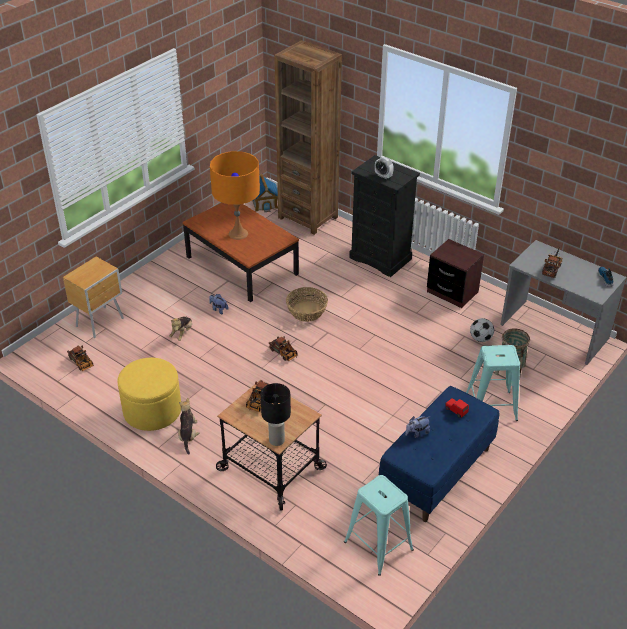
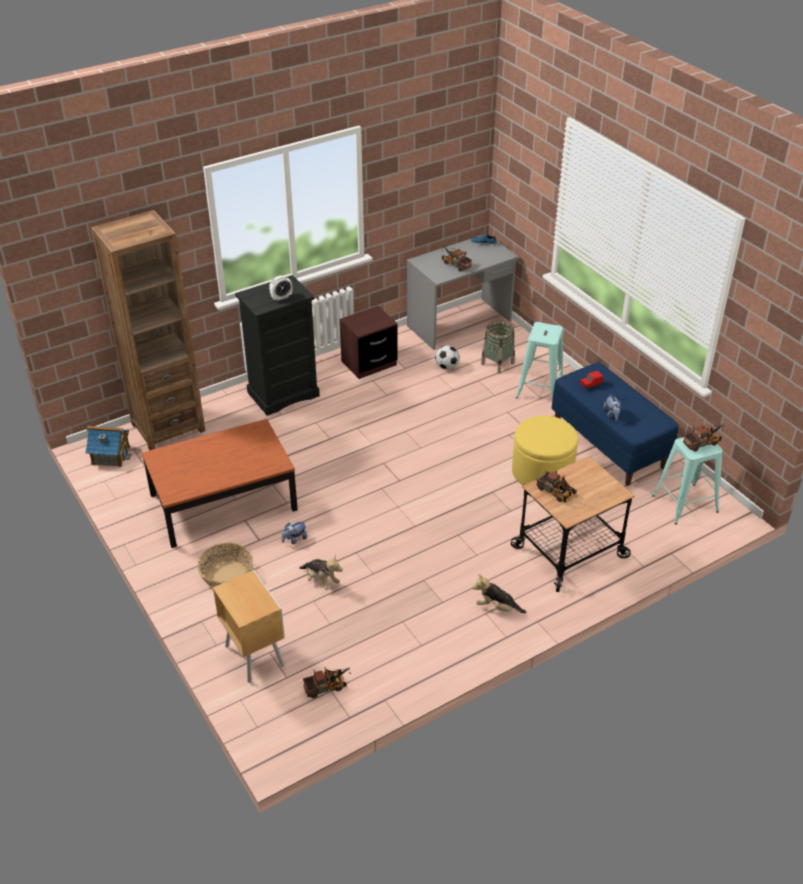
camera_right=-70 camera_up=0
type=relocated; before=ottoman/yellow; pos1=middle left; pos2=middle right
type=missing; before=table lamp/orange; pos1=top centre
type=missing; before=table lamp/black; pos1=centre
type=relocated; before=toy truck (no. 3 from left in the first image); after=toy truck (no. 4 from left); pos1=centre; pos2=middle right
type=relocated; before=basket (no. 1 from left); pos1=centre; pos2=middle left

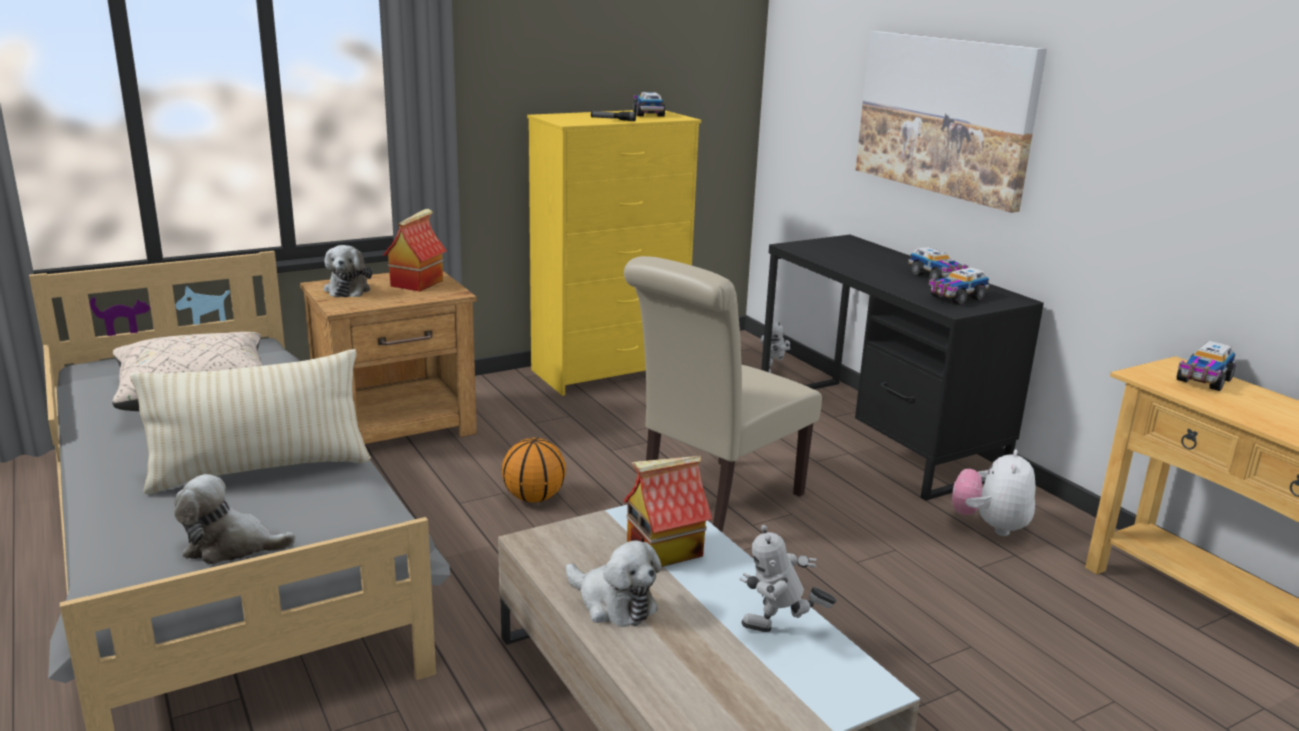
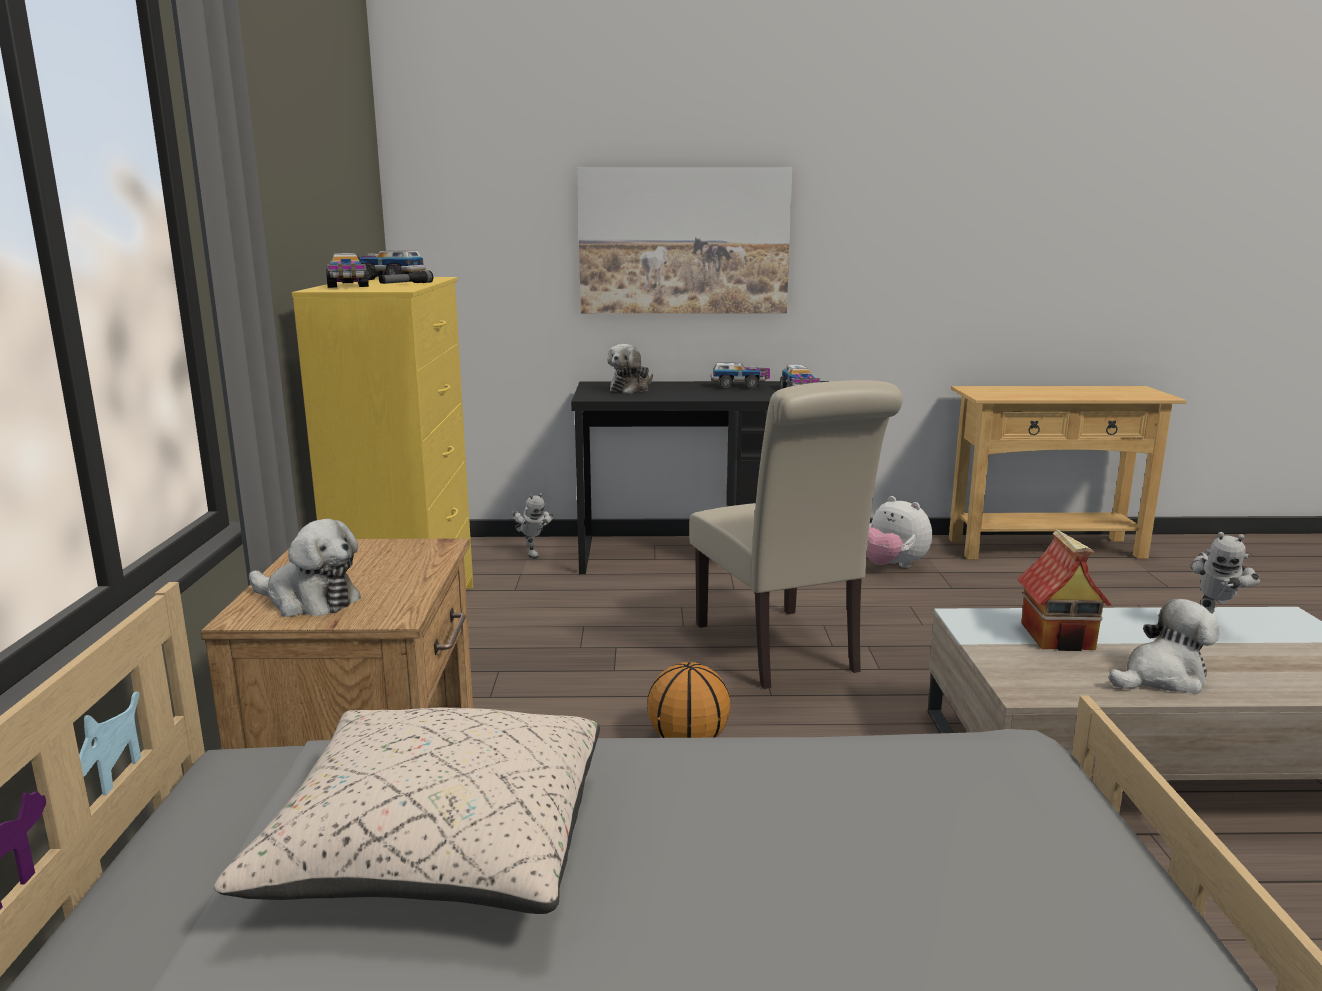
camera_right=-60 camera_up=-5
type=missing; before=pillow/beige (no. 2 from left); pos1=middle left
type=relocated; before=plush toy (no. 1 from left in the first image); after=plush toy (no. 2 from left); pos1=bottom left; pos2=centre
type=missing; before=toy house (no. 1 from left); pos1=middle left
type=relocated; before=toy truck (no. 4 from left in the first image); after=toy truck (no. 1 from left); pos1=middle right; pos2=top left

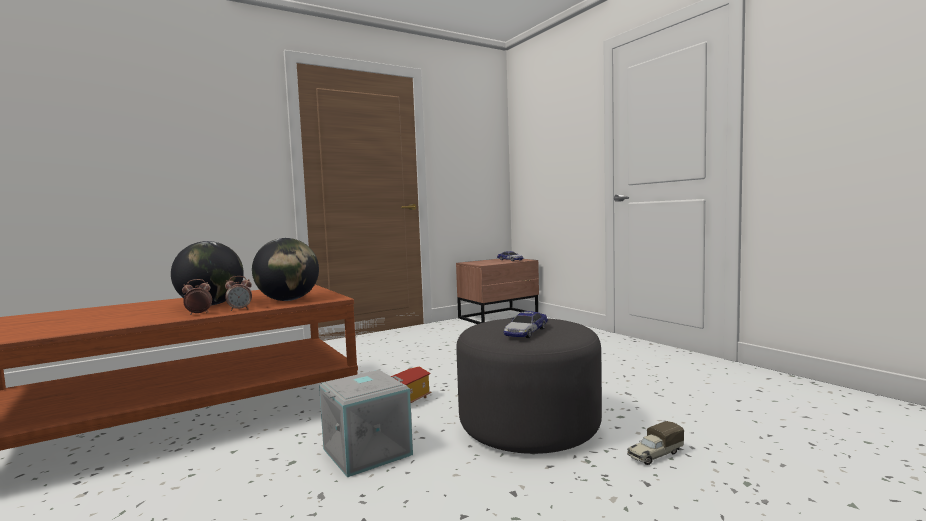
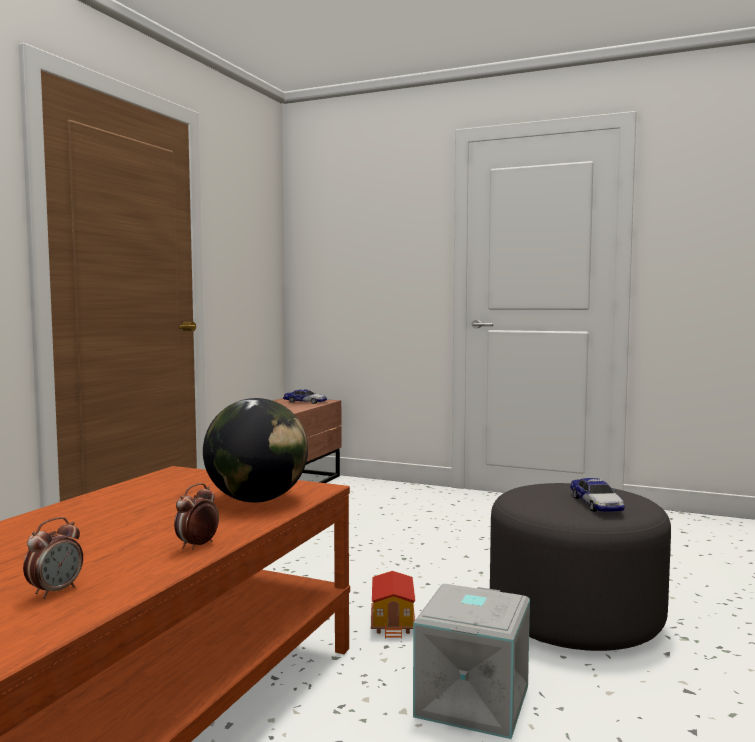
camera_right=-35 camera_up=0
type=missing; before=globe (no. 1 from left); pos1=middle left
type=relocated; before=alarm clock (no. 2 from left in the first image); after=alarm clock (no. 1 from left); pos1=middle left; pos2=bottom left
type=missing; before=toy truck; pos1=bottom right

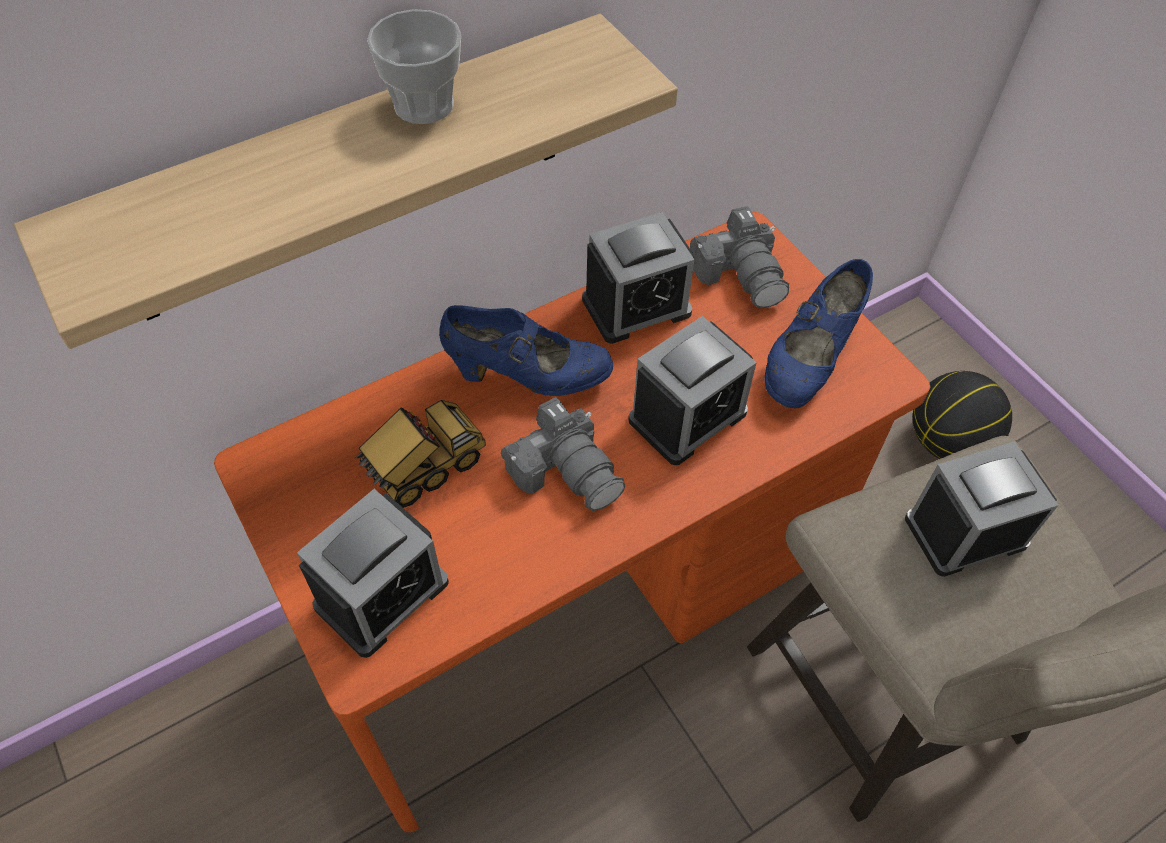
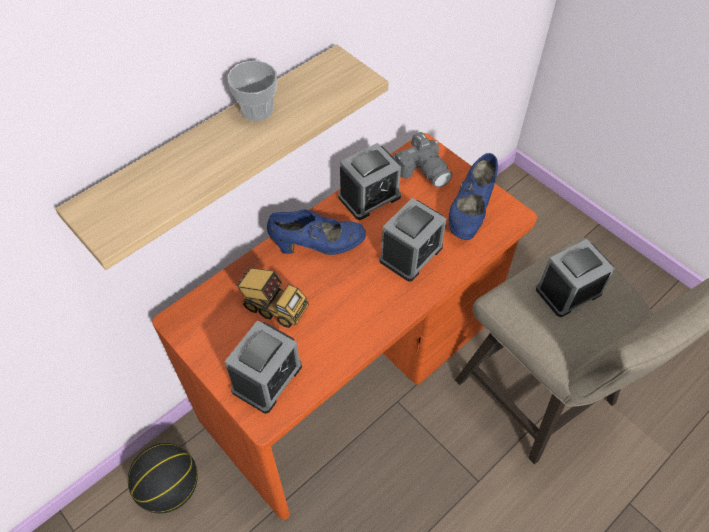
camera_right=-10 camera_up=0
type=spun; before=toy truck; pos1=centre; pos2=centre; turn=75
type=missing; before=photo camera (no. 1 from left); pos1=centre
type=relocated; before=basketball; pos1=middle right; pos2=bottom left

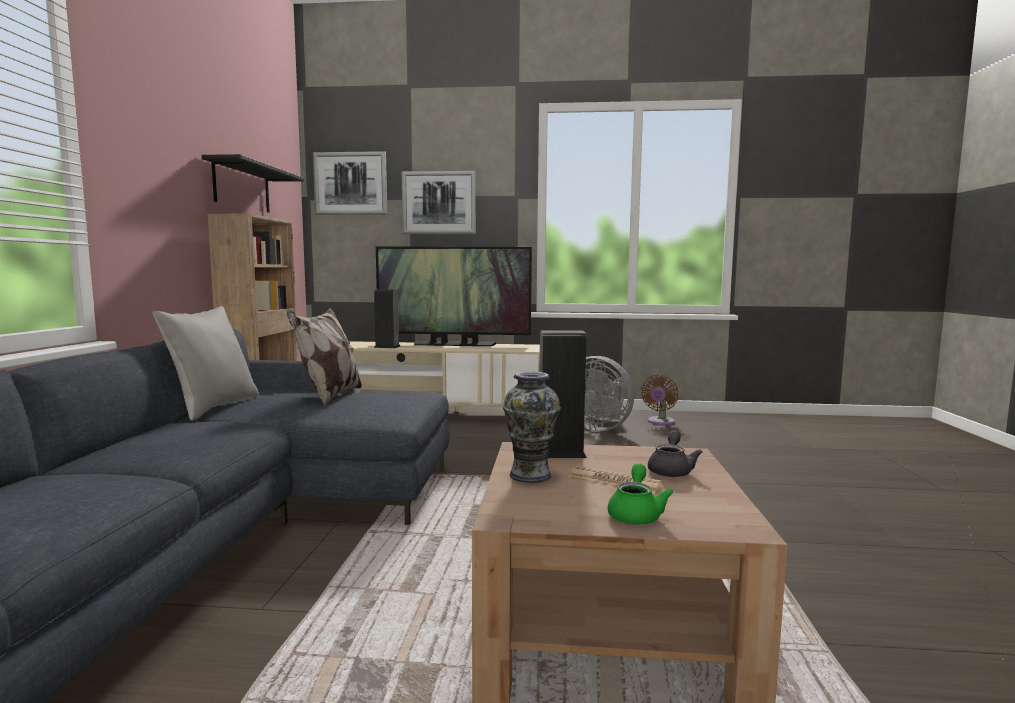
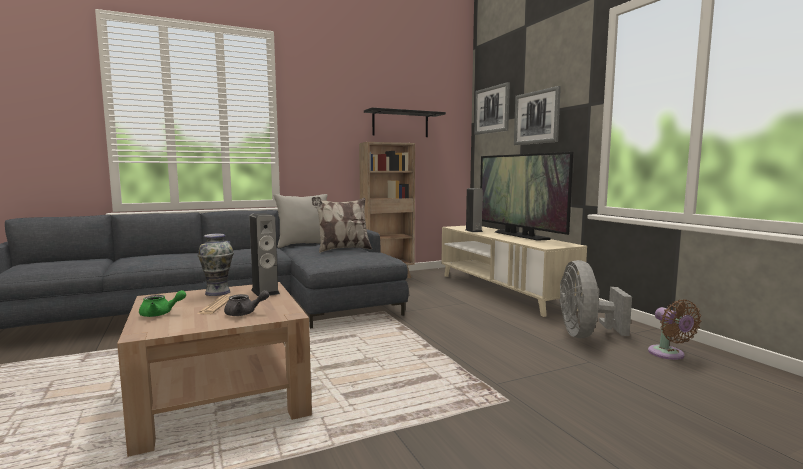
camera_right=60 camera_up=0
type=spun; before=fan/brown; pos1=centre; pos2=bottom right; turn=-105

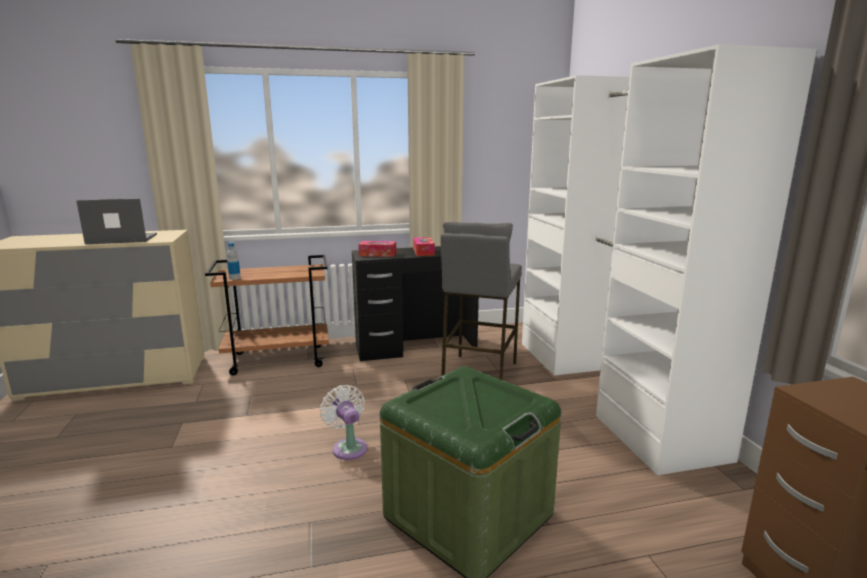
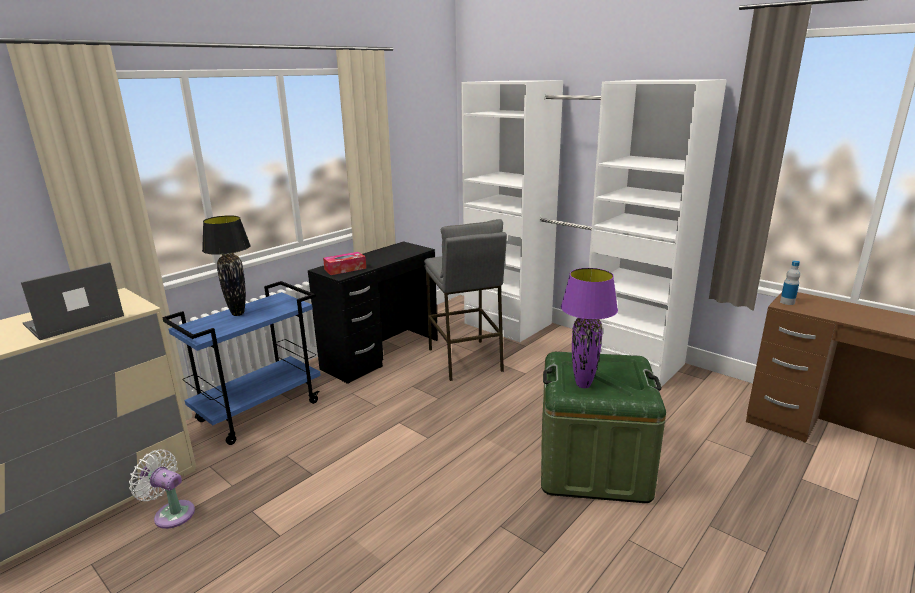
camera_right=-35 camera_up=5
type=colour; before=cart/brown; after=cart/blue; pos1=middle left; pos2=middle left
type=relocated; before=bottle; pos1=middle left; pos2=middle right
type=relocated; before=fan/white; pos1=bottom centre; pos2=bottom left
type=missing; before=tissue box (no. 2 from left); pos1=centre
type=appeared; after=table lamp/black; pos2=middle left
type=appeared; after=table lamp/purple; pos2=centre

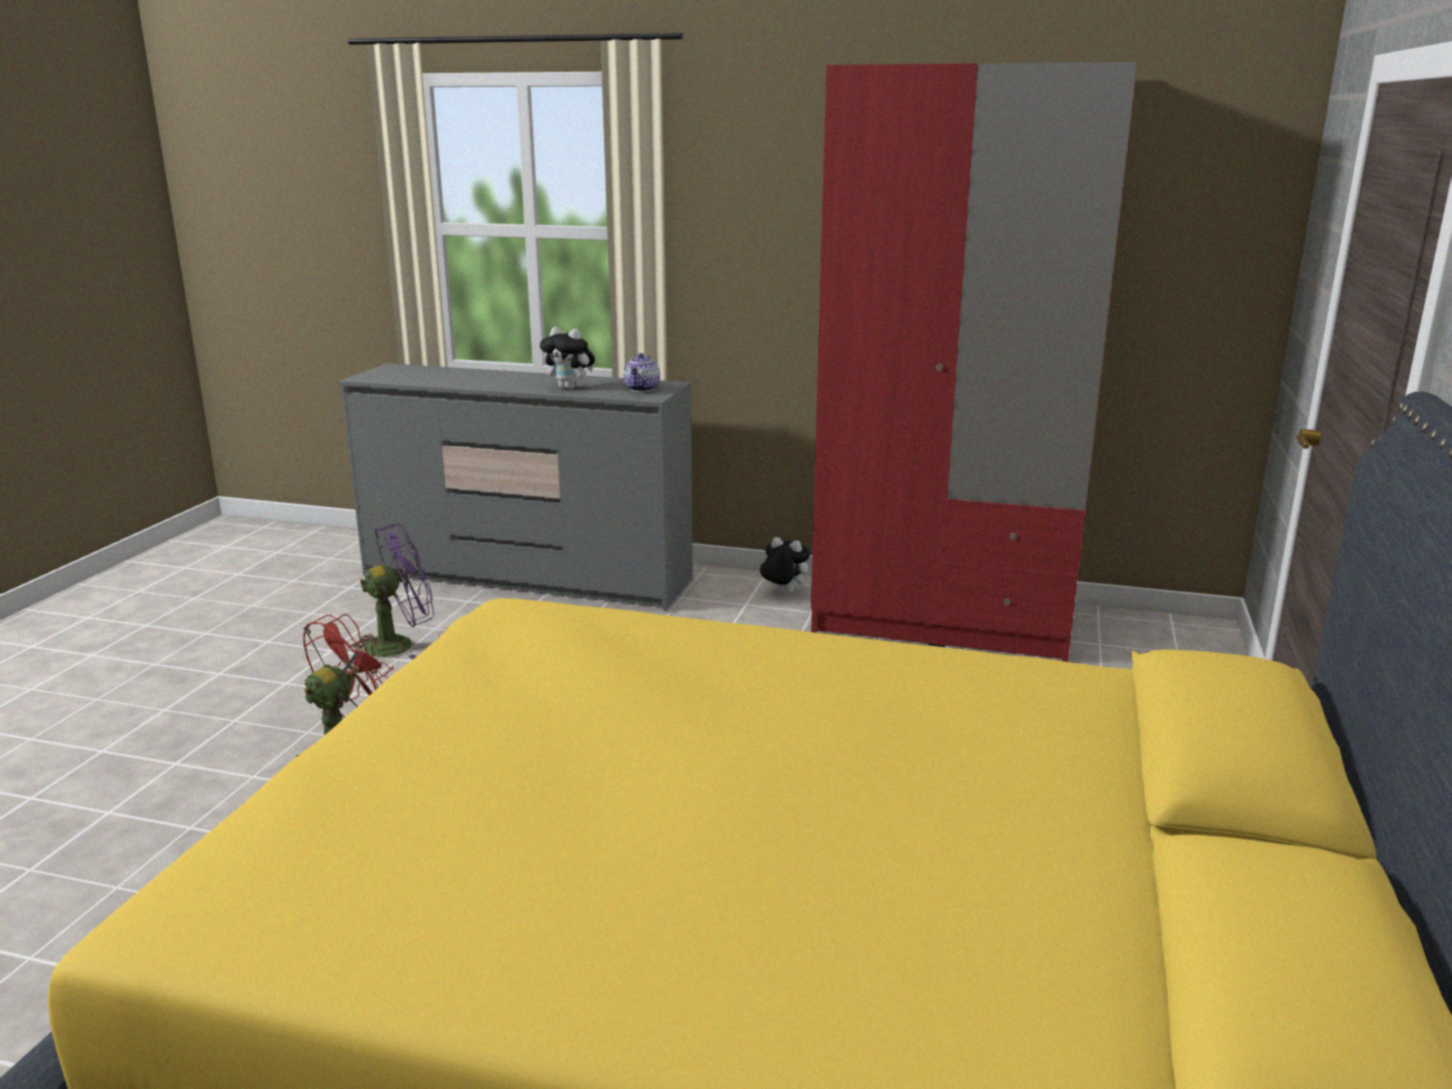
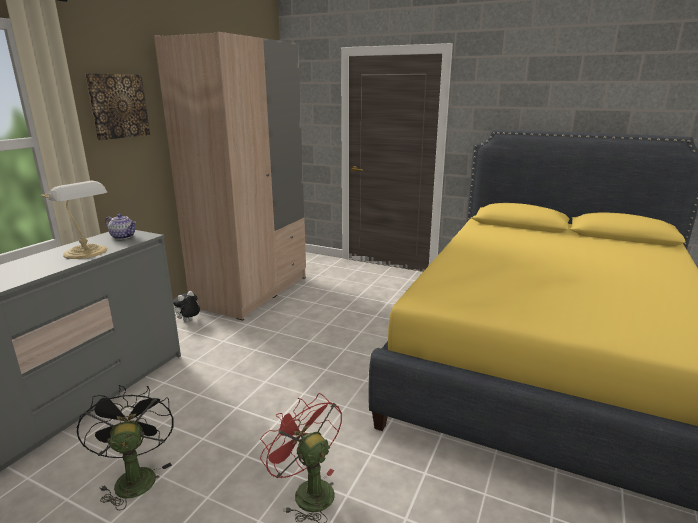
camera_right=-80 camera_up=0
type=colour; before=fan/purple; after=fan/black; pos1=middle left; pos2=bottom left
type=exchanged; before=plush toy (no. 1 from left); after=table lamp; pos1=top centre; pos2=middle left
type=colour; before=wardrobe/red; after=wardrobe/beige; pos1=top right; pos2=middle left
type=appeared; after=picture; pos2=top left

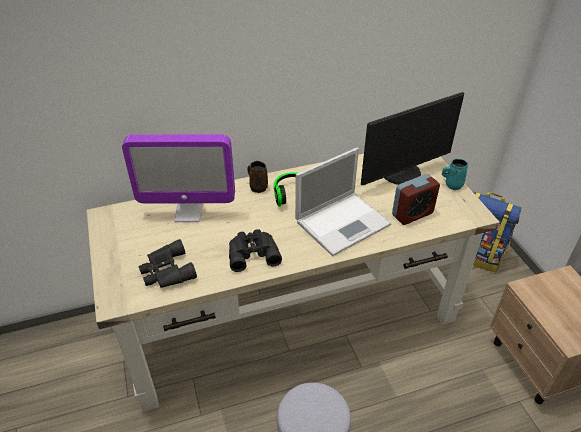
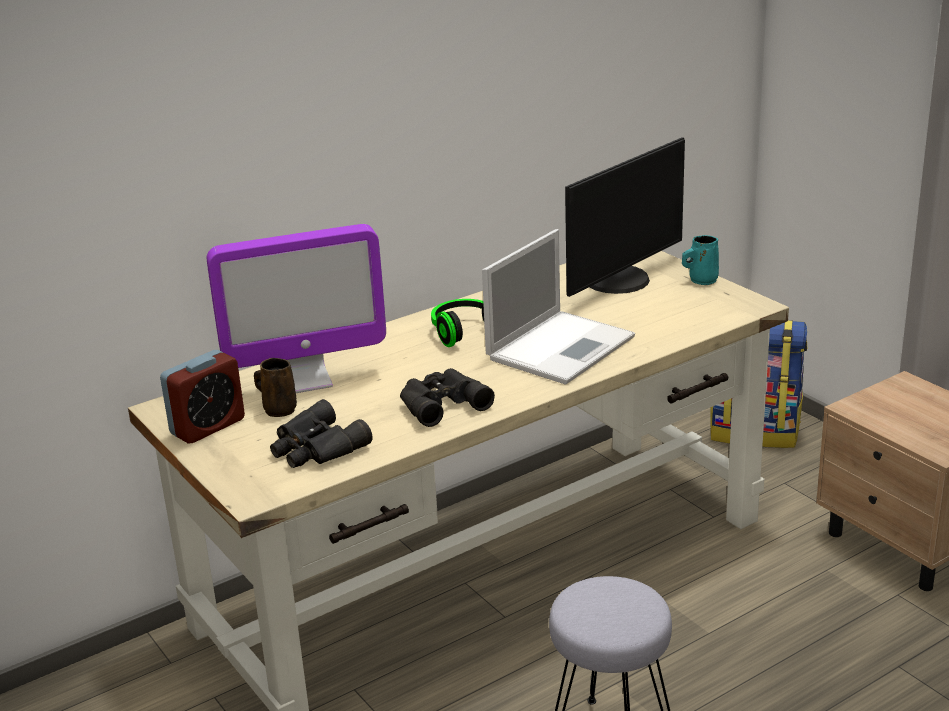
camera_right=-15 camera_up=-15
type=relocated; before=mug/brown; pos1=centre; pos2=middle left
type=relocated; before=alarm clock; pos1=middle right; pos2=middle left

